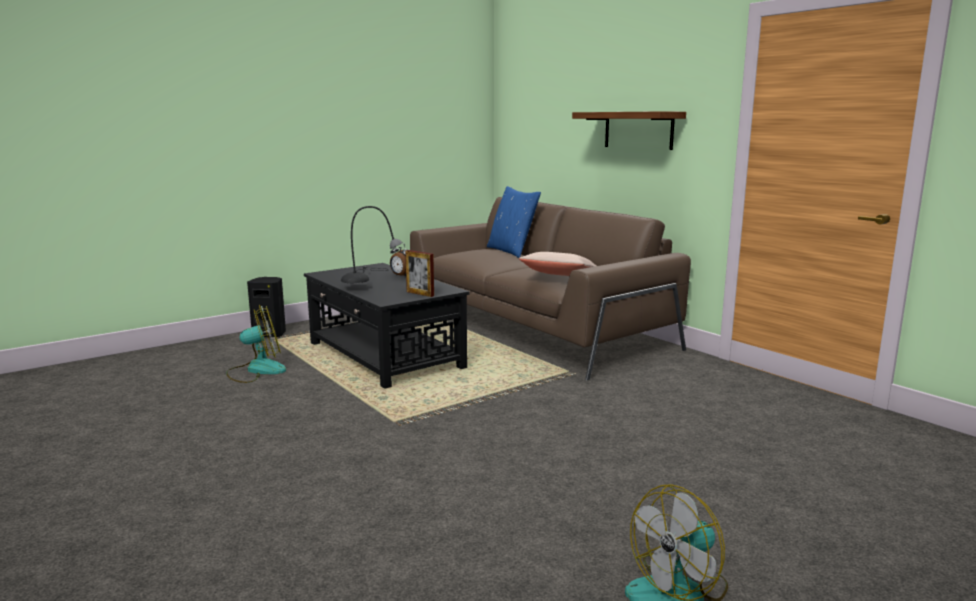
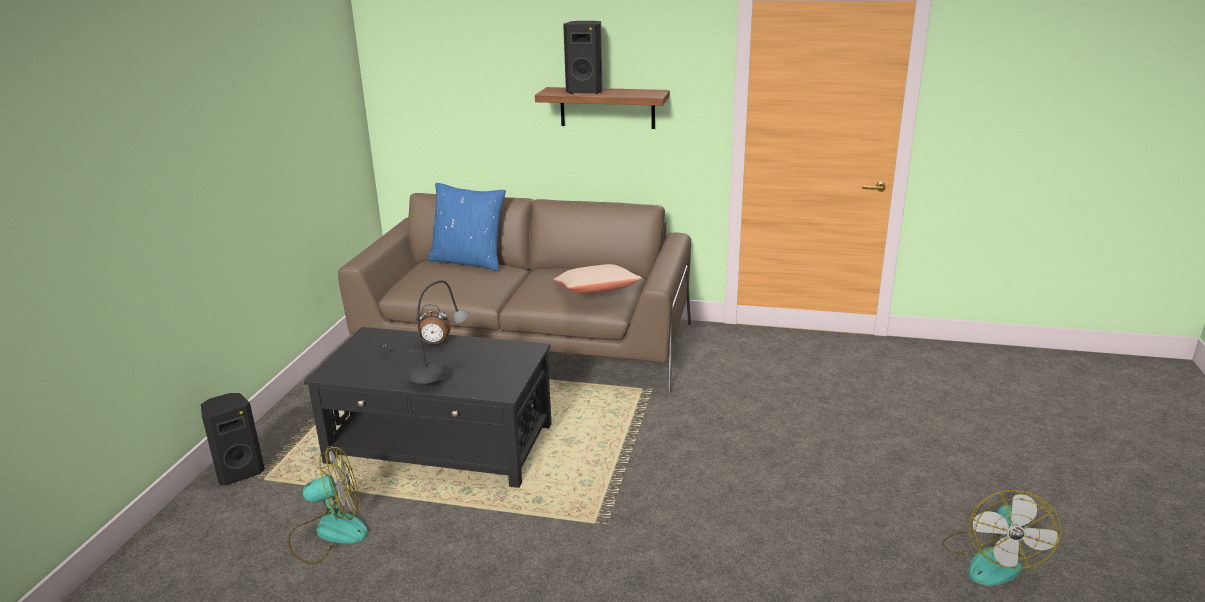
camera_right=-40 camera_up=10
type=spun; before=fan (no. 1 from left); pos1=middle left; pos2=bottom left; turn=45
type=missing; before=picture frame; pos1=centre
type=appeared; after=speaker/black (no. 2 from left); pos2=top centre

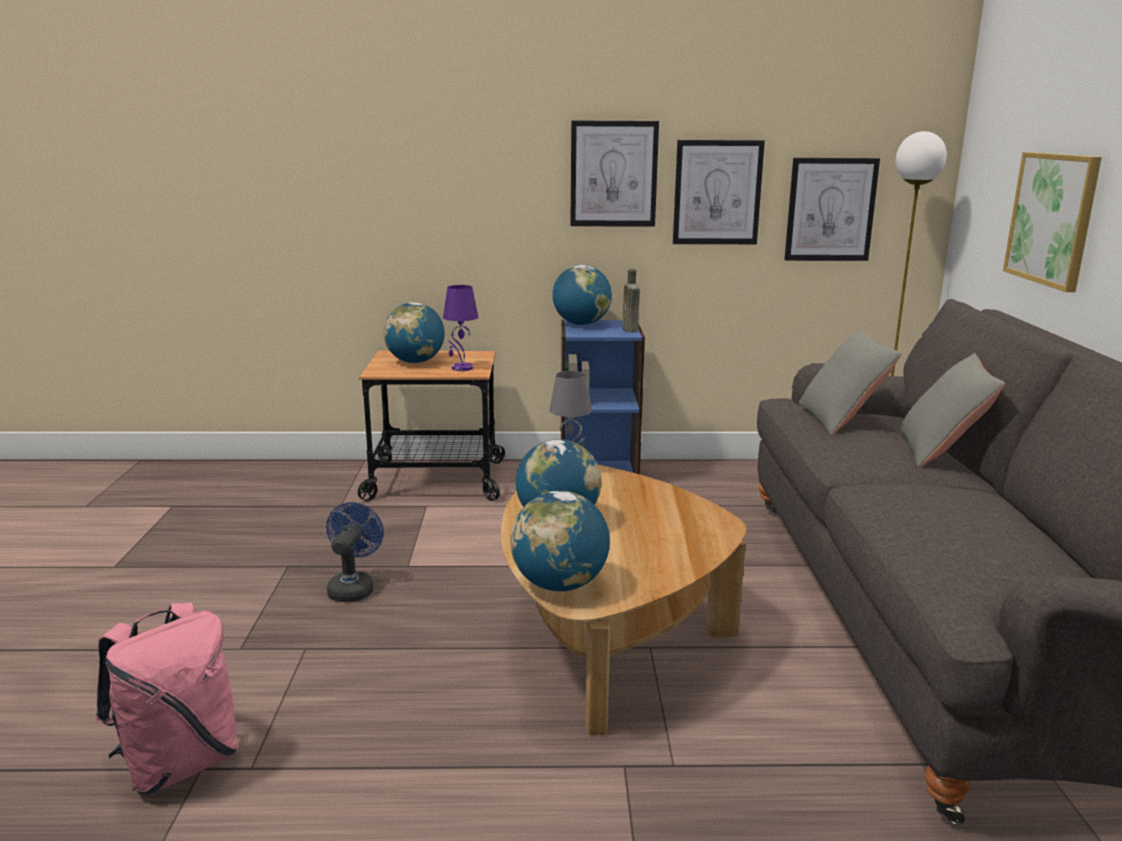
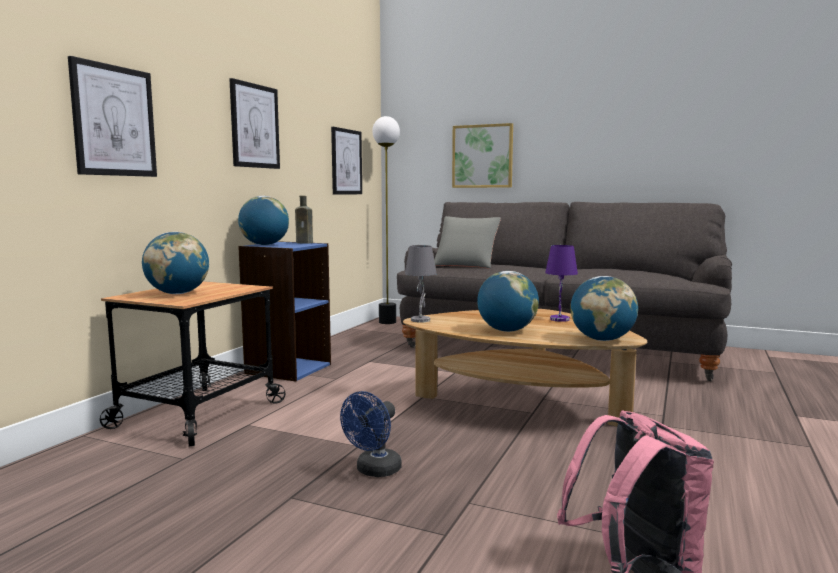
camera_right=-65 camera_up=-10
type=spun; before=fan/blue; pos1=middle left; pos2=bottom centre; turn=-90
type=relocated; before=table lamp/purple; pos1=centre; pos2=middle right
type=relocated; before=picture (no. 2 from left in the first image); after=picture (no. 1 from left); pos1=top centre; pos2=top left
type=missing; before=pillow/grey (no. 2 from left); pos1=middle right

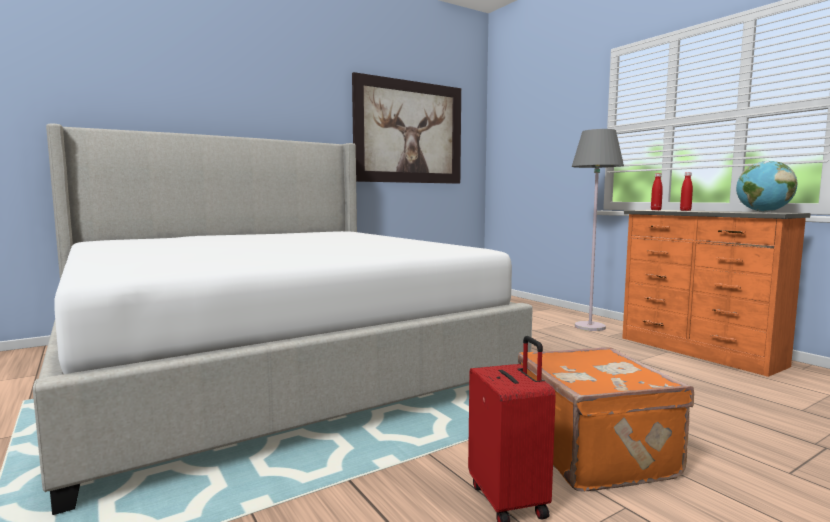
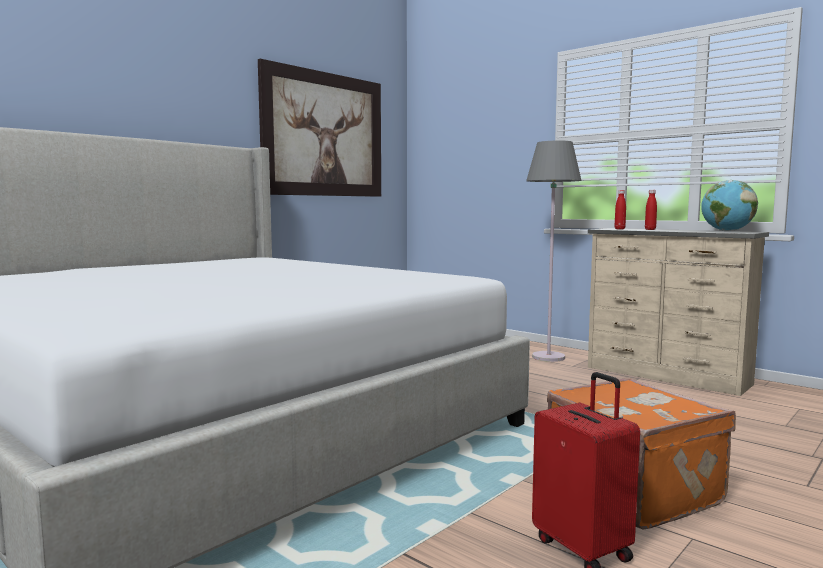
camera_right=-15 camera_up=0
type=colour; before=dresser/orange; after=dresser/beige; pos1=middle right; pos2=middle right

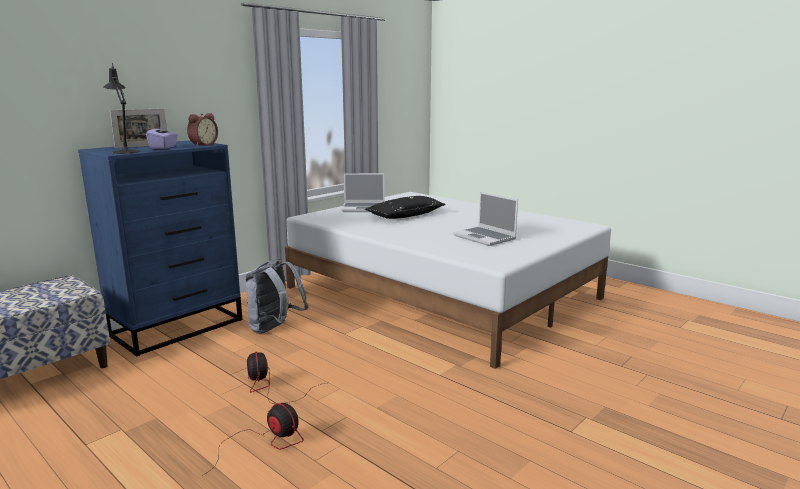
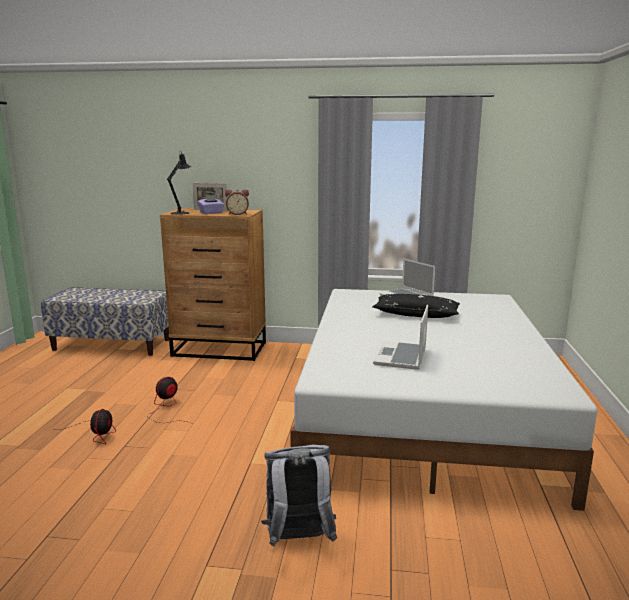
camera_right=55 camera_up=0
type=colour; before=dresser/blue; after=dresser/brown; pos1=middle left; pos2=centre
type=relocated; before=backpack/grey; pos1=centre; pos2=bottom centre

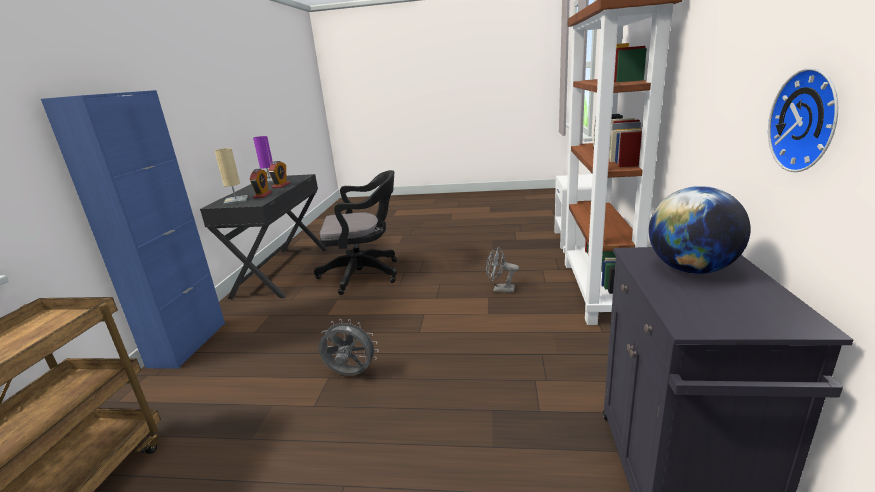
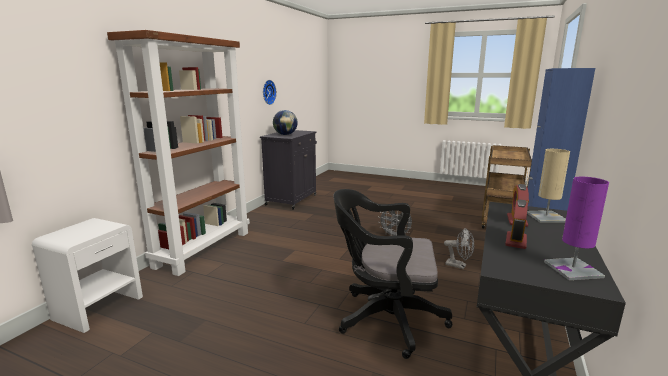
camera_right=-165 camera_up=-5
type=relocated; before=fan/grey (no. 2 from left); pos1=centre; pos2=middle right

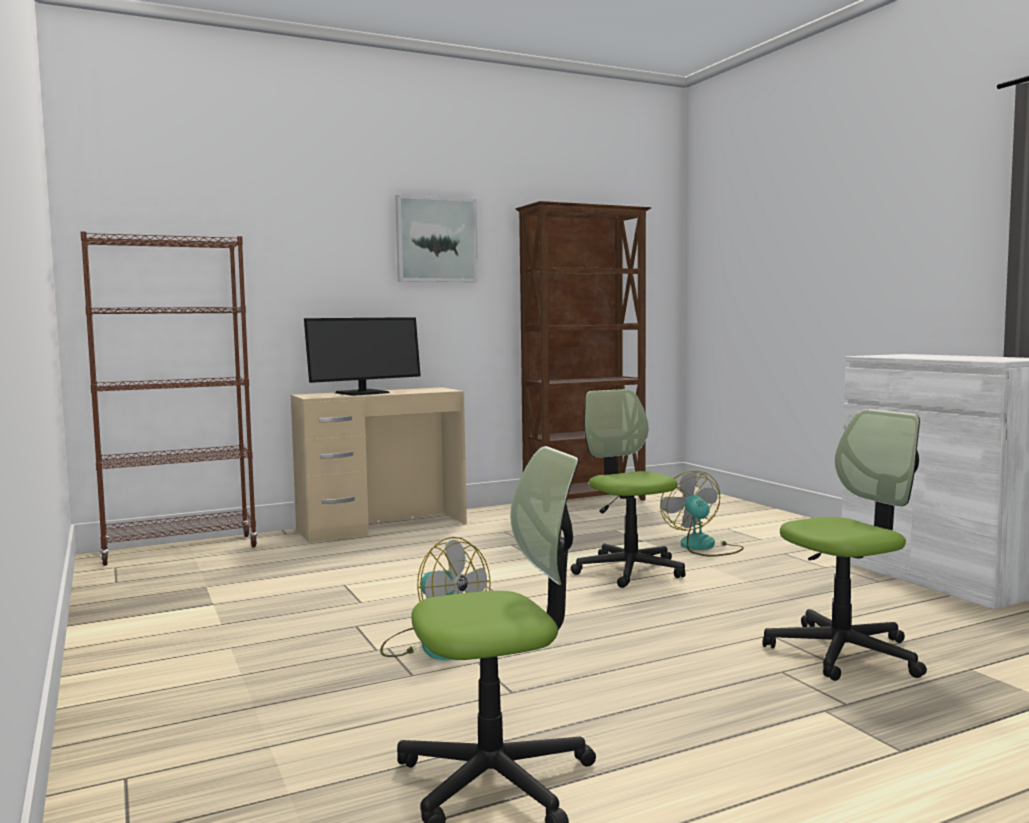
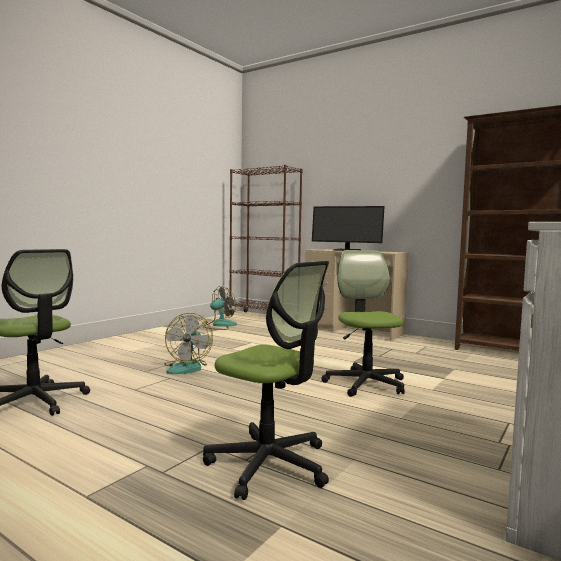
camera_right=60 camera_up=0
type=missing; before=picture; pos1=top centre
type=spun; before=office chair (no. 2 from left in the first image); pos1=centre; pos2=centre; turn=-45
type=relocated; before=fan (no. 2 from left); pos1=middle right; pos2=centre

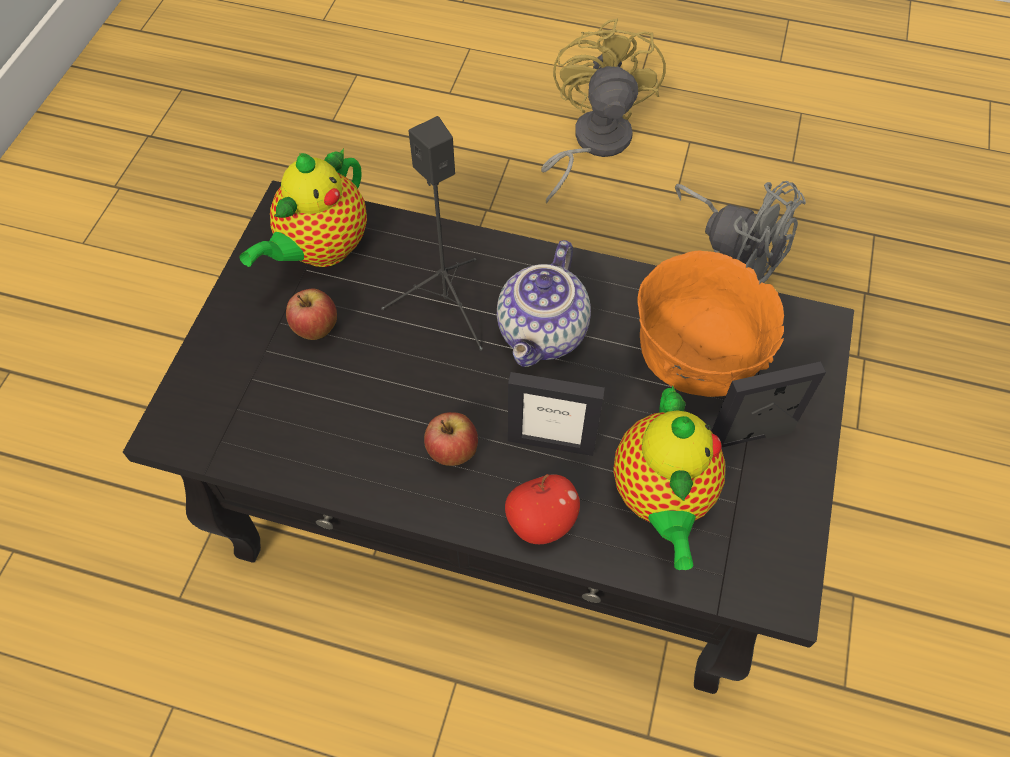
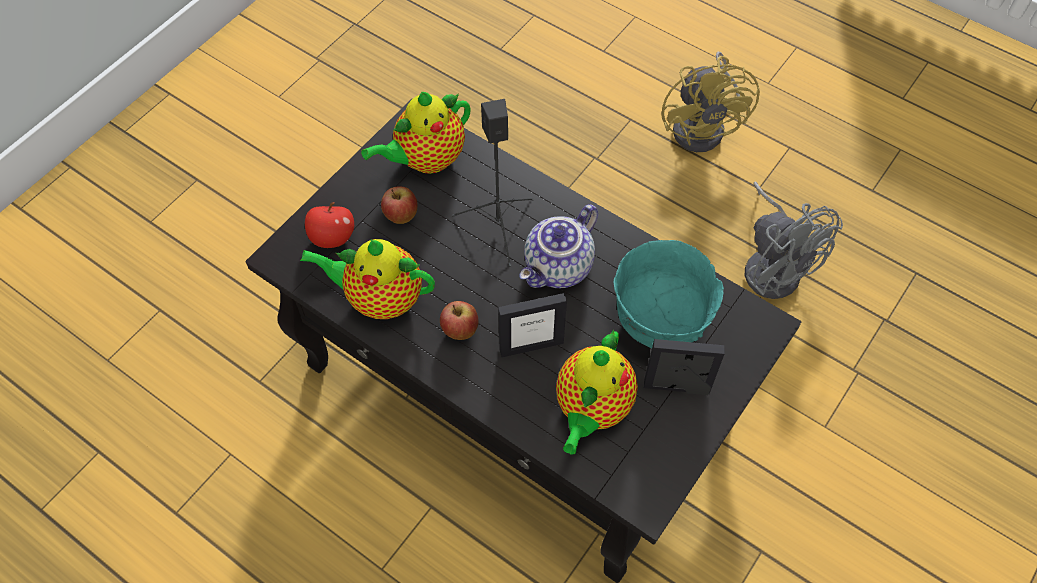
camera_right=20 camera_up=0
type=relocated; before=apple (no. 3 from left in the first image); after=apple (no. 1 from left); pos1=bottom centre; pos2=middle left
type=spun; before=picture frame (no. 1 from left); pos1=centre; pos2=centre; turn=-45
type=spun; before=fan/yellow; pos1=top centre; pos2=top right; turn=150
type=colour; before=bowl/orange; after=bowl/turquoise; pos1=middle right; pos2=centre
type=appeared; after=teapot (no. 1 from left); pos2=centre

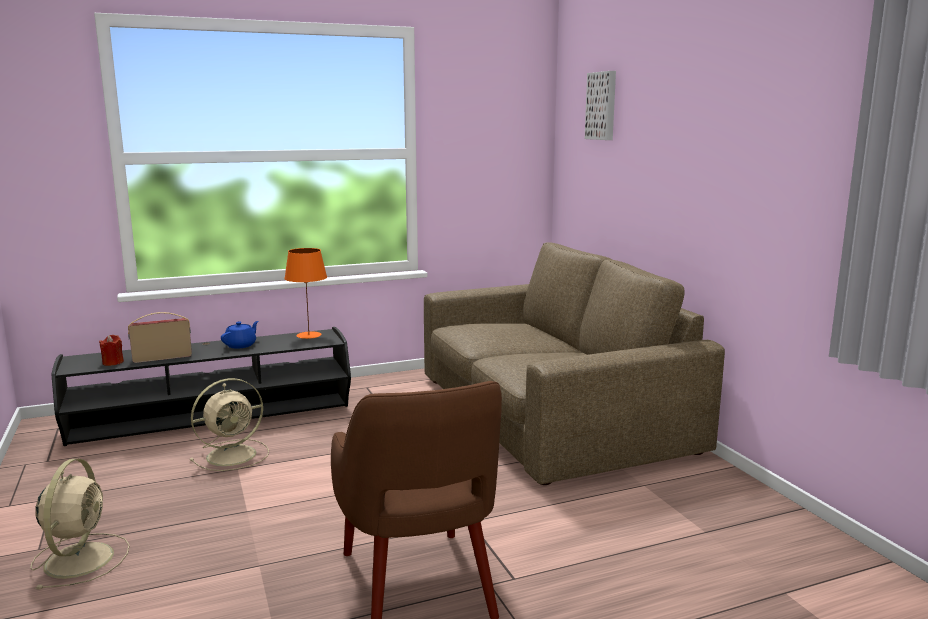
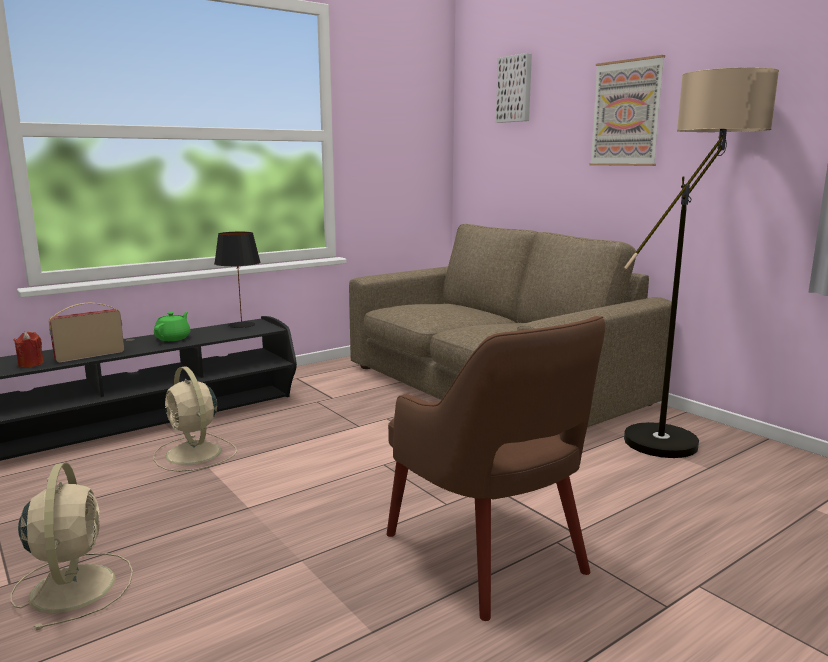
camera_right=-15 camera_up=0
type=spun; before=fan/beige (no. 2 from left); pos1=bottom left; pos2=middle left; turn=105
type=colour; before=teapot/blue; after=teapot/green; pos1=middle left; pos2=middle left
type=colour; before=table lamp/orange; after=table lamp/black; pos1=middle left; pos2=middle left
type=appeared; after=picture (no. 2 from left); pos2=top right
type=appeared; after=floor lamp; pos2=middle right

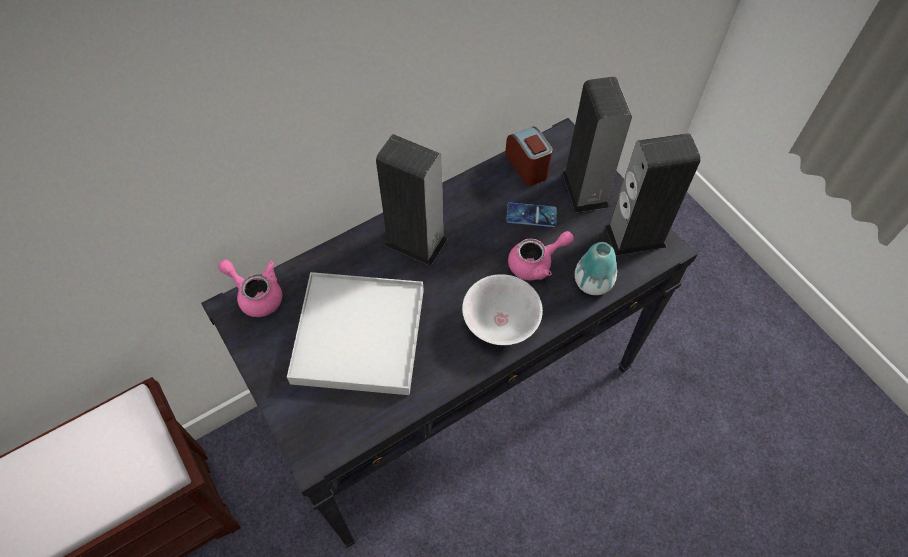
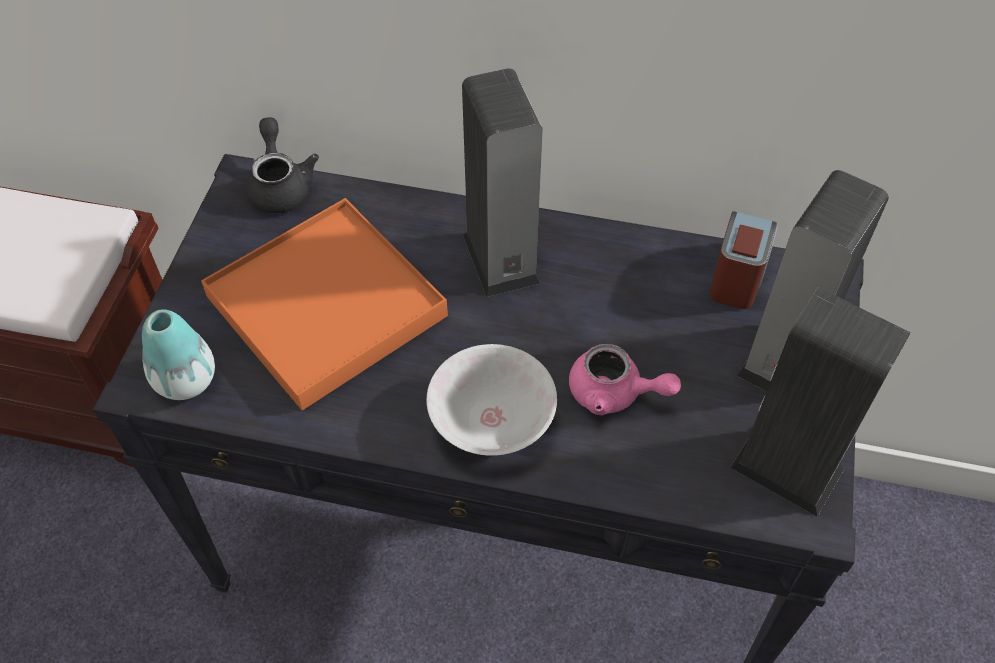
camera_right=45 camera_up=-5
type=colour; before=teapot/pink (no. 1 from left); after=teapot/black; pos1=middle left; pos2=top left
type=colour; before=tray/white; after=tray/orange; pos1=centre; pos2=middle left
type=missing; before=phone; pos1=centre
type=relocated; before=vase; pos1=centre; pos2=middle left

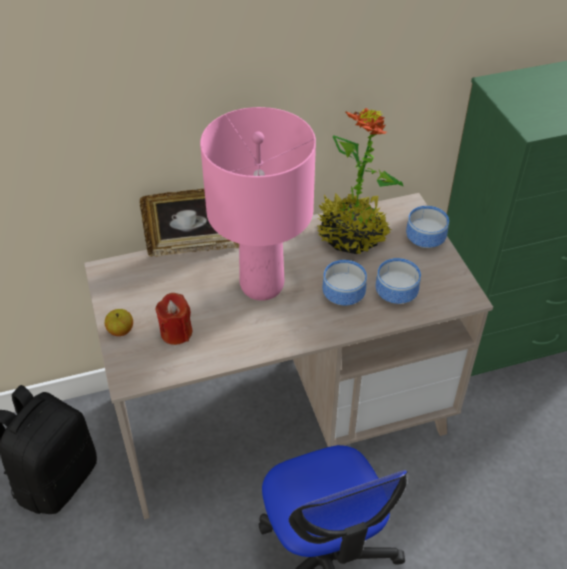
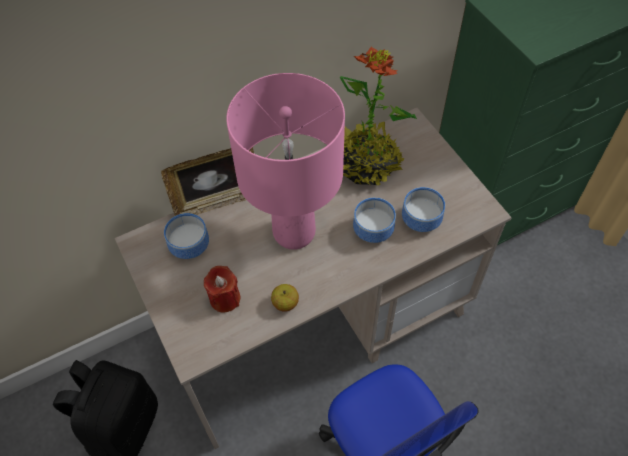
camera_right=-10 camera_up=10
type=relocated; before=apple; pos1=middle left; pos2=centre
type=relocated; before=bowl (no. 3 from left in the first image); after=bowl (no. 1 from left); pos1=middle right; pos2=middle left

